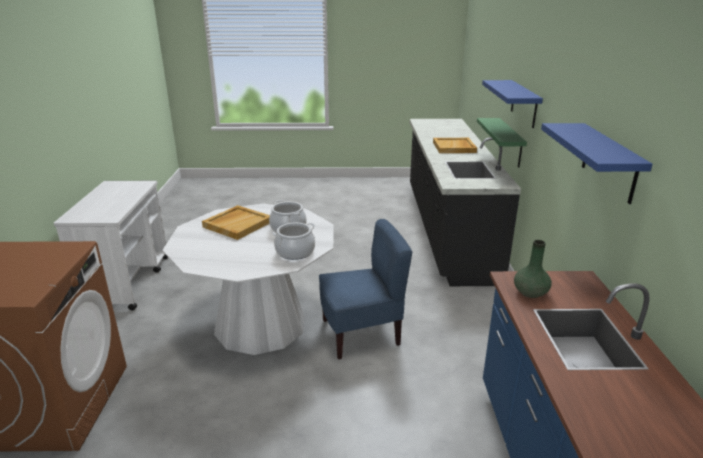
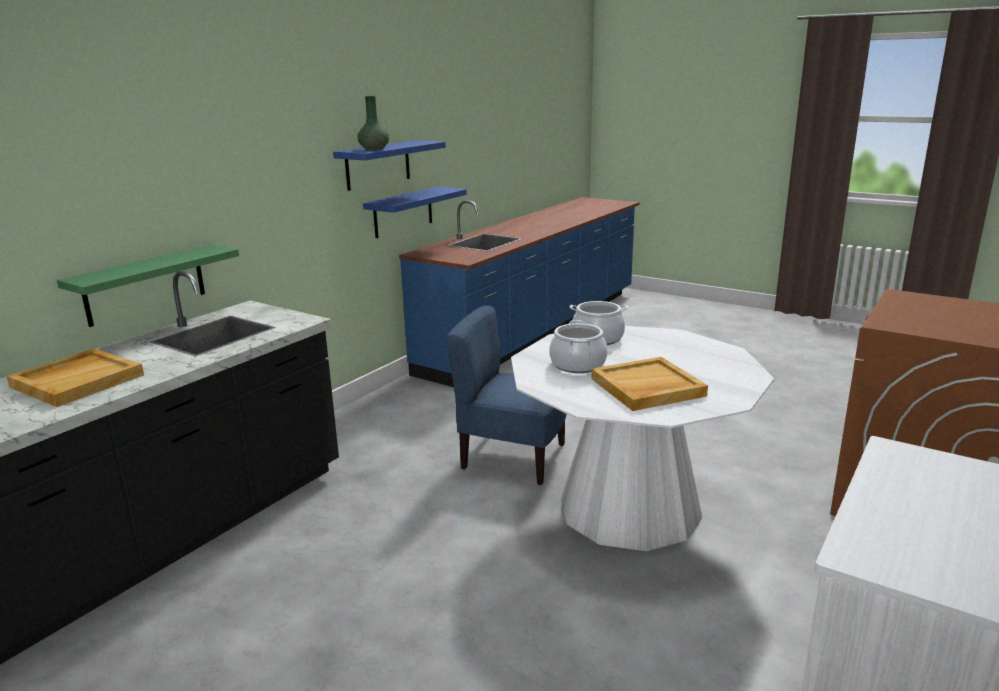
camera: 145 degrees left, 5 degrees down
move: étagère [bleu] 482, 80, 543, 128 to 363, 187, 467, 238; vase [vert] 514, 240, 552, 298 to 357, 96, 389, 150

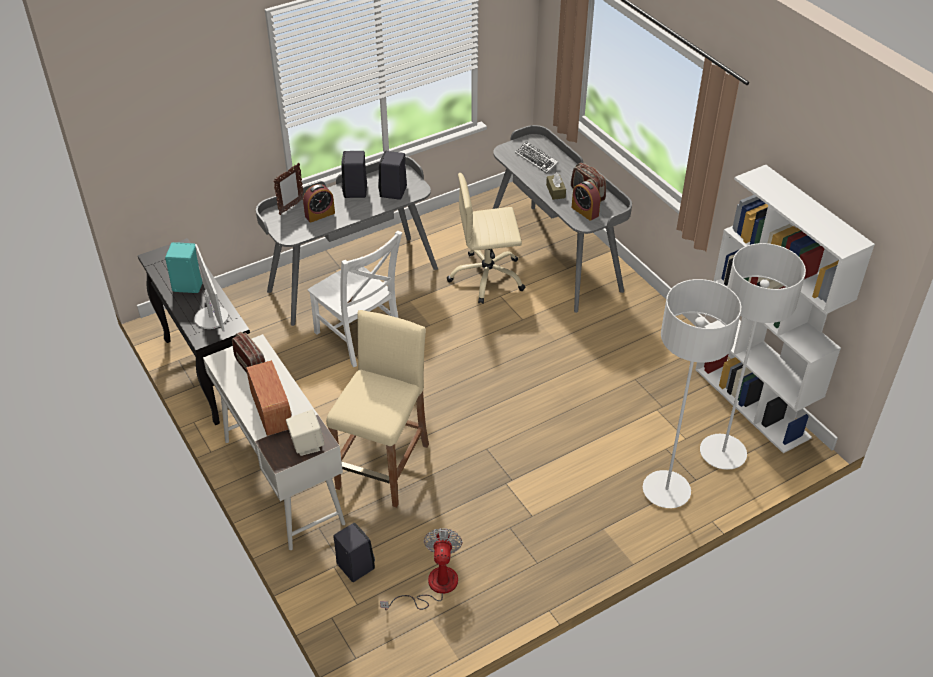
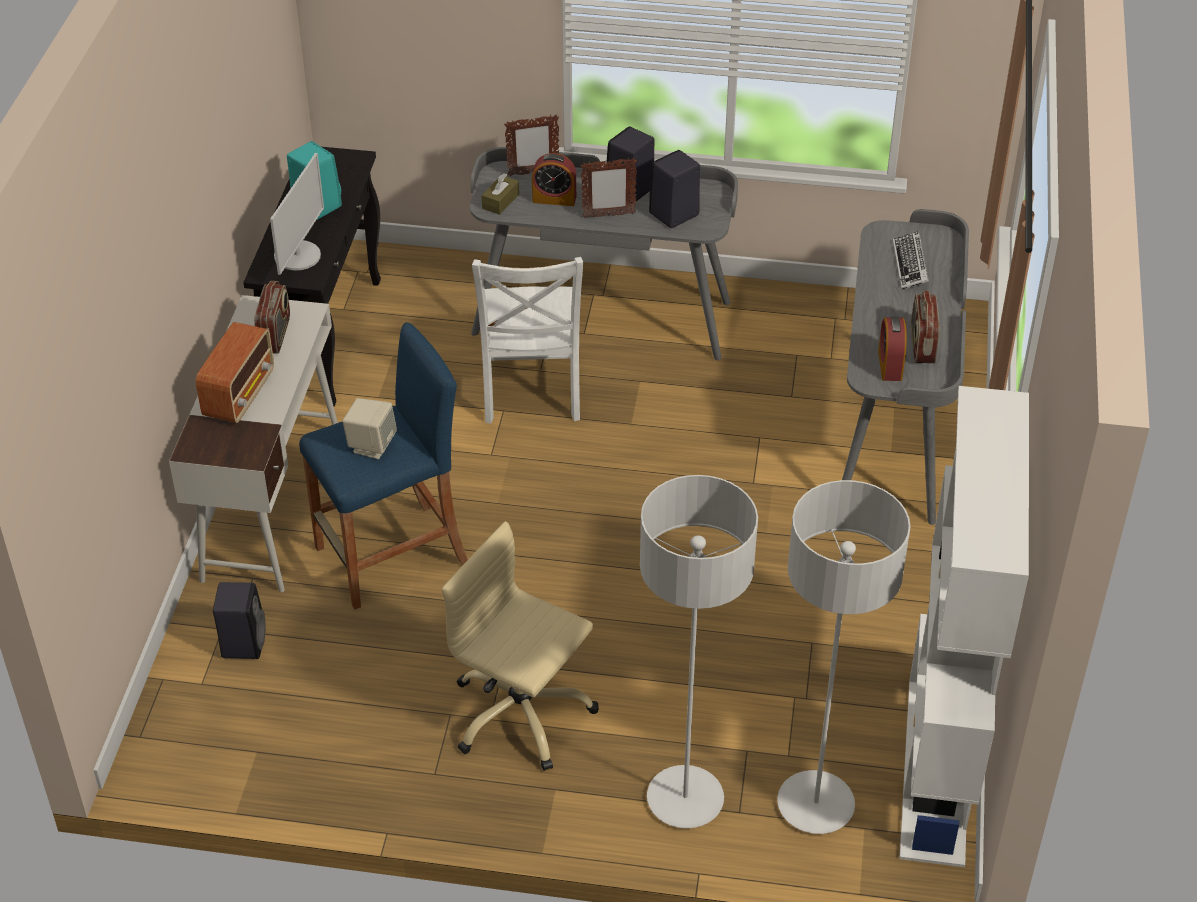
camera: 40 degrees right, 0 degrees up
delete: ventilateur 380, 528, 463, 610
insert: cadre photo 581, 158, 637, 218
move: enceinte [beige] 286, 410, 324, 456 to 342, 398, 397, 459; chaise de bureau [beige] 447, 173, 525, 304 to 442, 521, 599, 771; boîte à mouchoirs [marron] 546, 173, 566, 200 to 481, 173, 519, 215
recolor: tabouret [beige] 326, 310, 429, 508 to tabouret [bleu] 299, 322, 468, 610

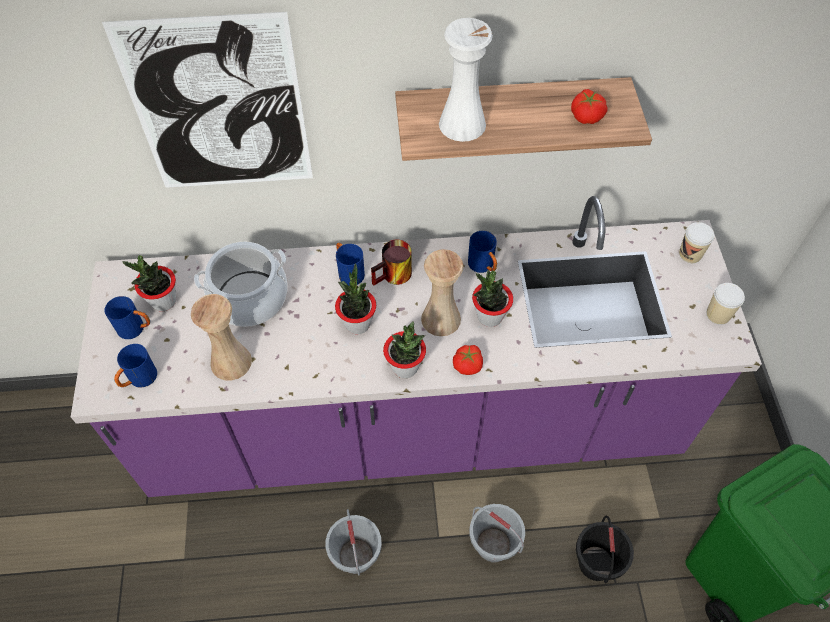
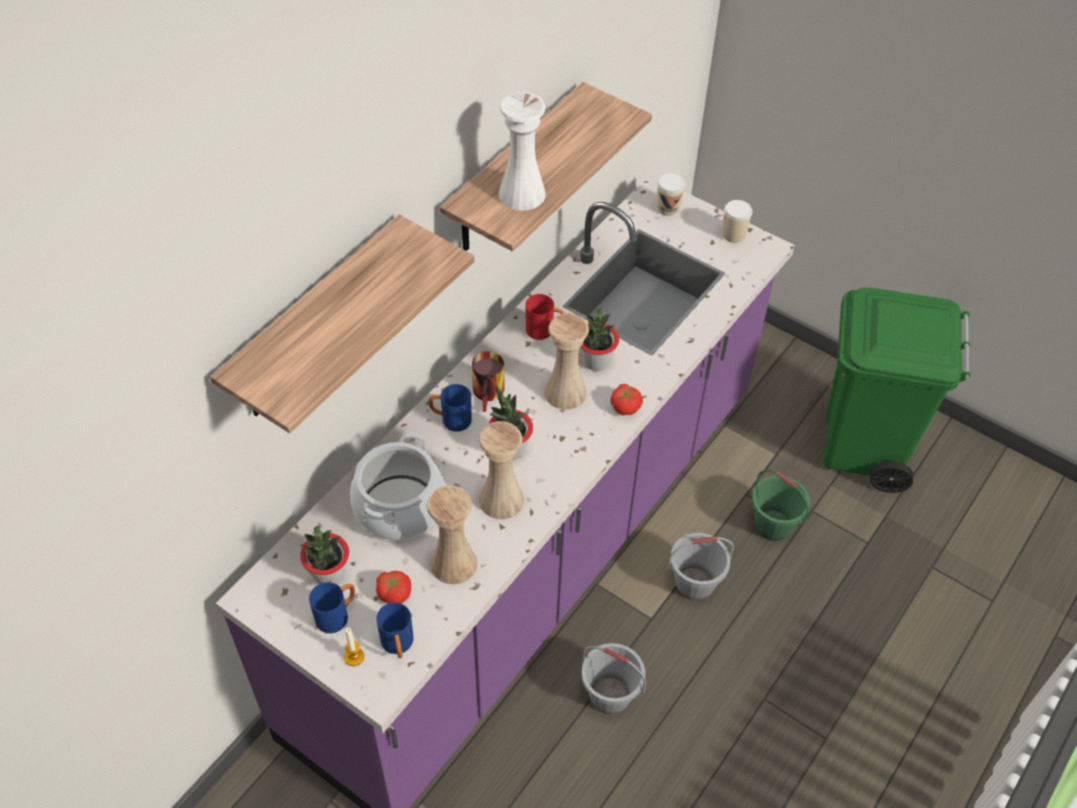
camera: 50 degrees left, 5 degrees down
delete: plante en pot 383, 321, 426, 378
insert: bougie 344, 627, 364, 666; vase [beige] 479, 421, 524, 519
move: tomate 571, 89, 608, 124 to 376, 571, 411, 604
replace: tableau 102, 12, 313, 188 to étagère 210, 215, 474, 433
recolor: mug [bleu] 468, 231, 497, 273 to mug [rouge] 525, 294, 565, 340; seau [noir] 576, 515, 634, 584 to seau [vert] 752, 469, 810, 541

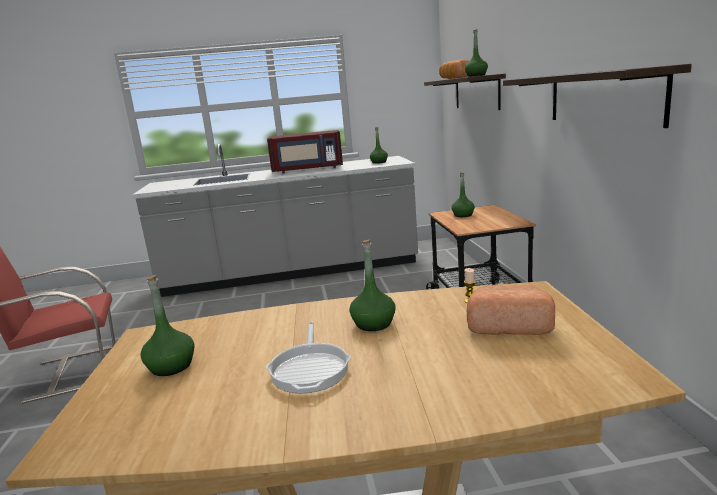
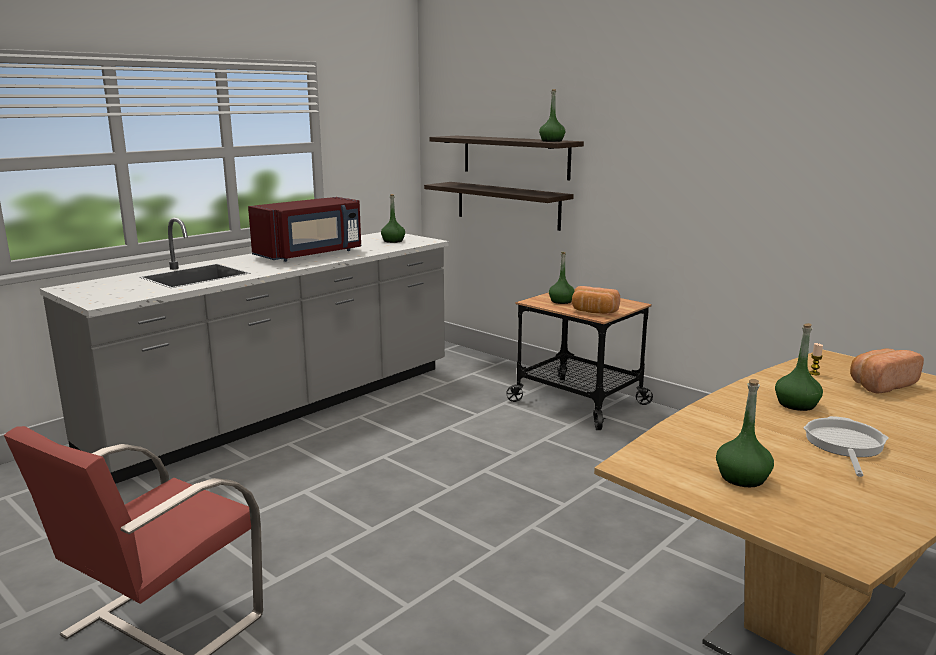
camera: 40 degrees left, 0 degrees up
move: pain 439, 59, 469, 79 to 572, 286, 620, 314; étagère 503, 64, 692, 128 to 424, 182, 574, 231
rotate: poêle 266, 321, 351, 393 = 803, 416, 889, 477 120 degrees counterclockwise

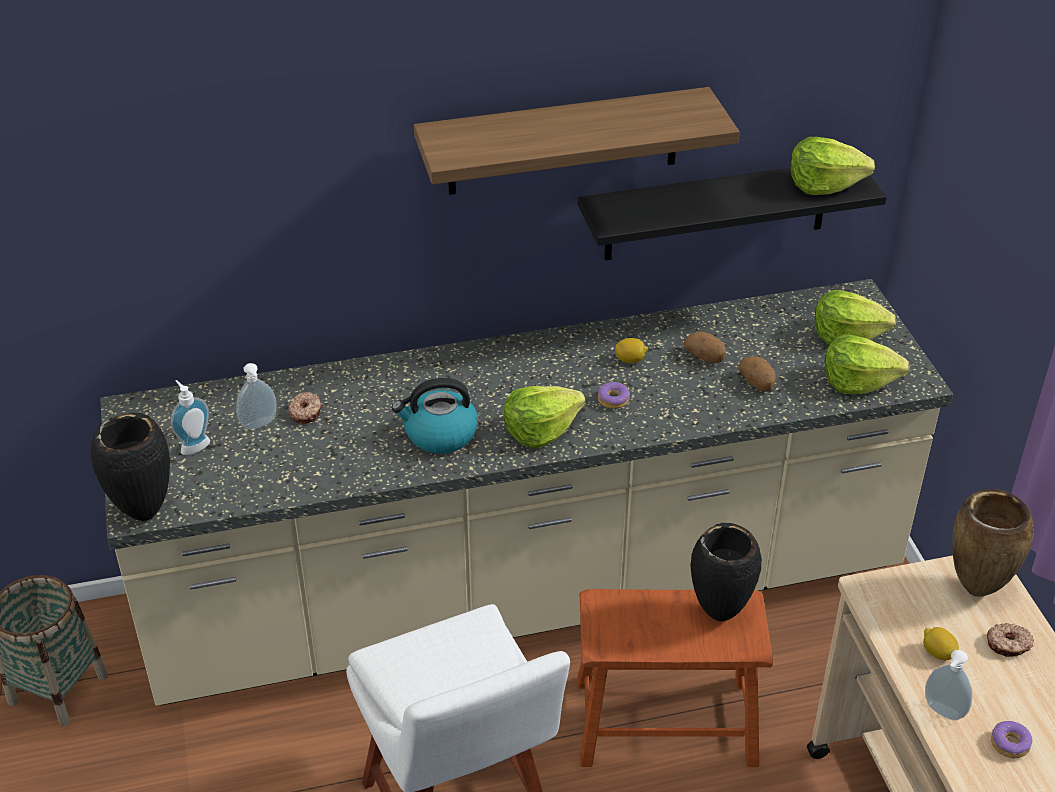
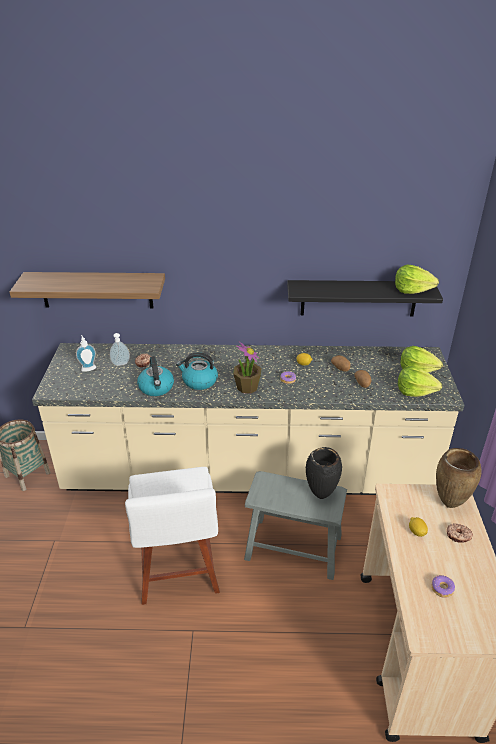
camera: 15 degrees right, 5 degrees down
delete: vase [noir] 91, 413, 170, 521; distributeur de savon 925, 650, 972, 720
insert: bouilloire 137, 356, 174, 396
move: étagère 414, 87, 739, 195 to 9, 272, 165, 308
replace: laitue 503, 386, 585, 449 to plante en pot 233, 341, 262, 394
recolor: tabouret [marron] 578, 589, 773, 767 to tabouret [gris] 244, 471, 347, 580

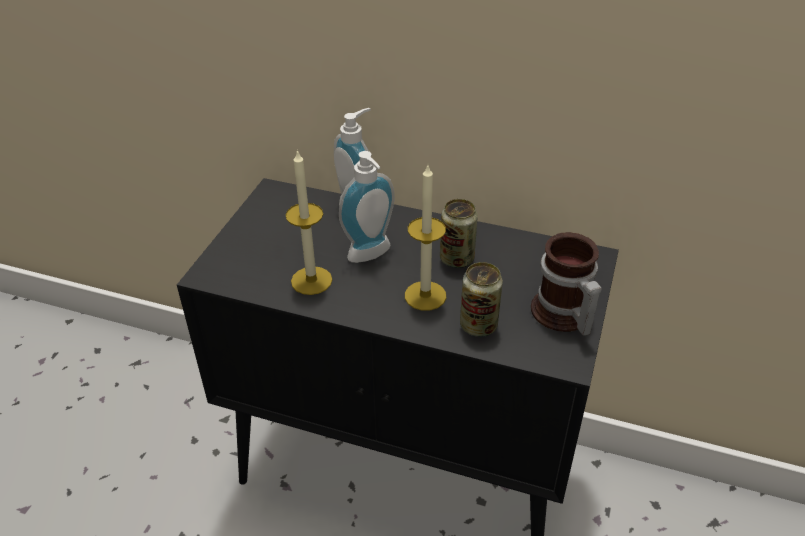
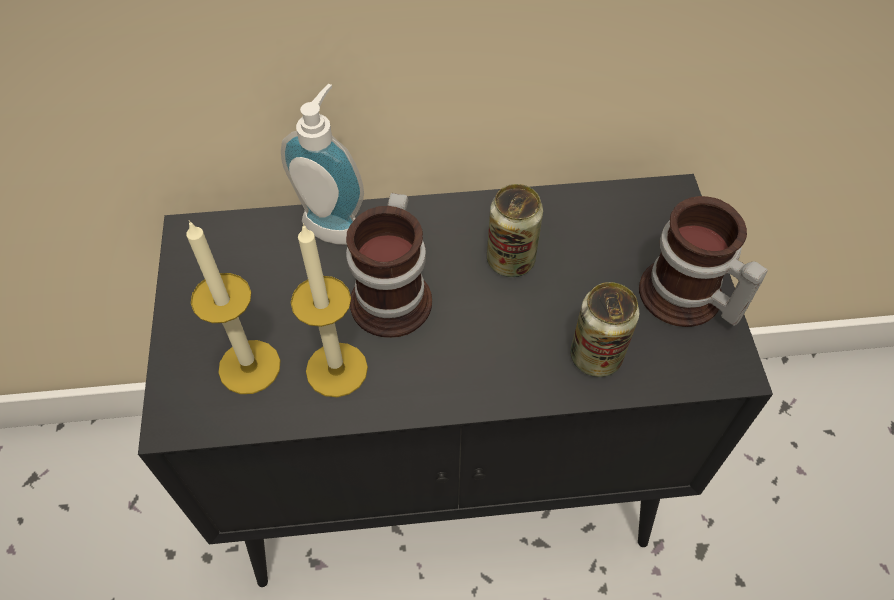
camera: 25 degrees left, 15 degrees up
move: bougie 405, 165, 446, 311 to 186, 220, 281, 394
replace: distributeur de savon 339, 151, 395, 263 to mug 346, 193, 432, 338

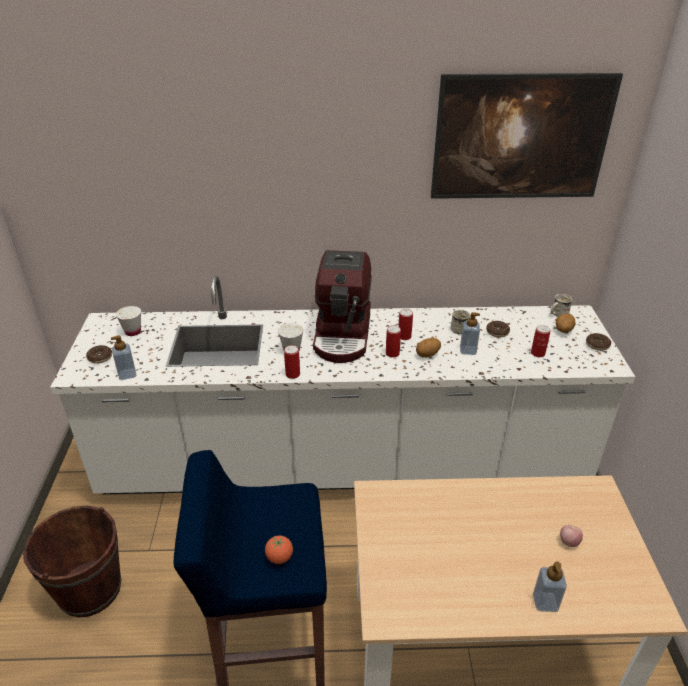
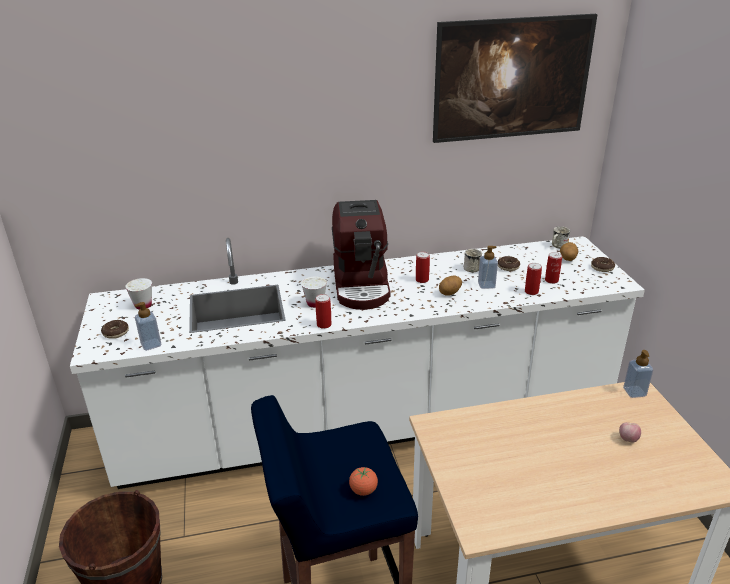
camera: 10 degrees left, 5 degrees down
move: boîte métallique 386, 325, 401, 358 to 525, 263, 542, 295; distributeur de savon 533, 561, 567, 612 to 623, 350, 653, 398

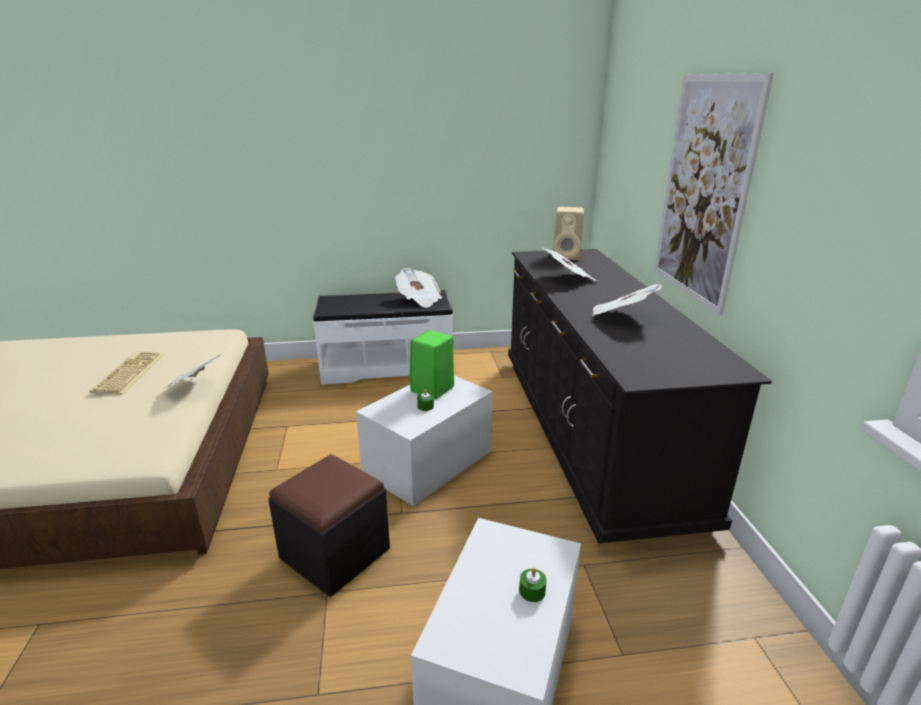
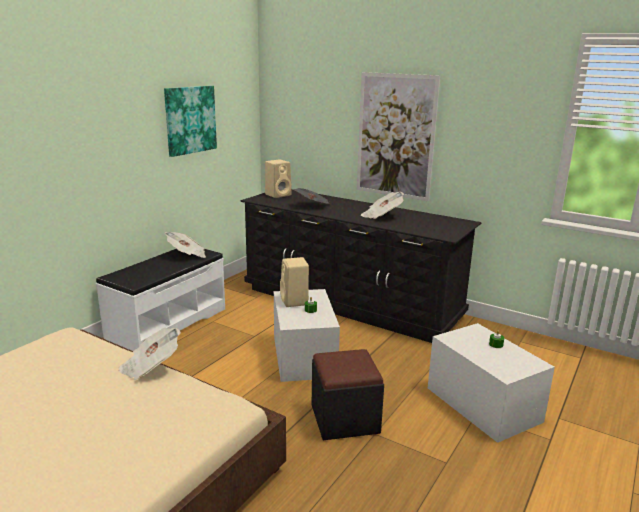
camera: 50 degrees left, 5 degrees down
delete: clavier 89, 352, 164, 395
insert: tableau 164, 86, 217, 157
recolor: enceinte [vert] 409, 330, 454, 399 to enceinte [beige] 280, 257, 309, 307

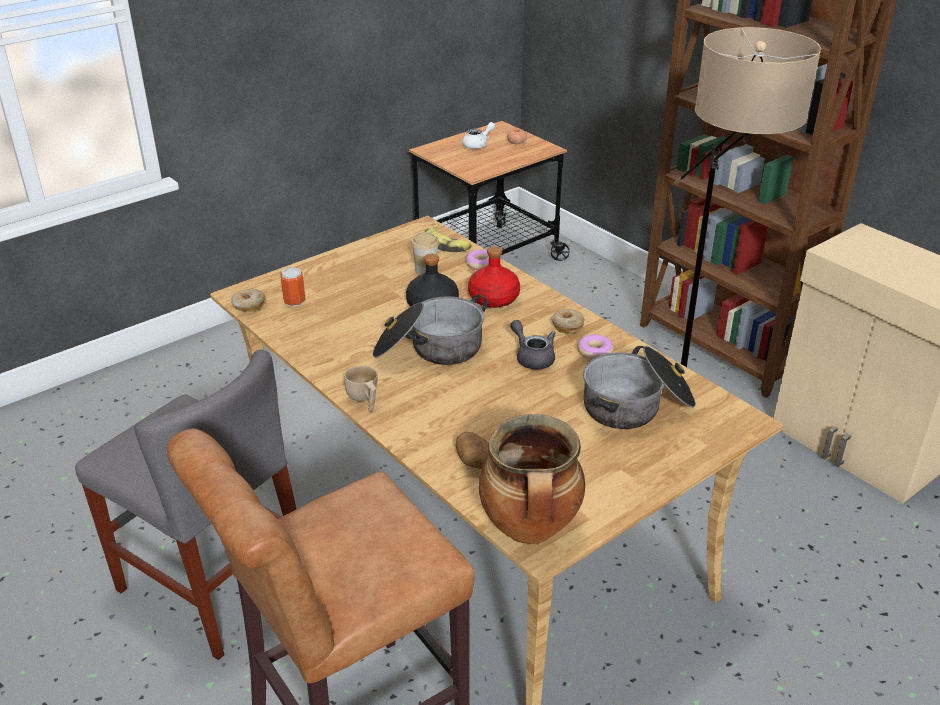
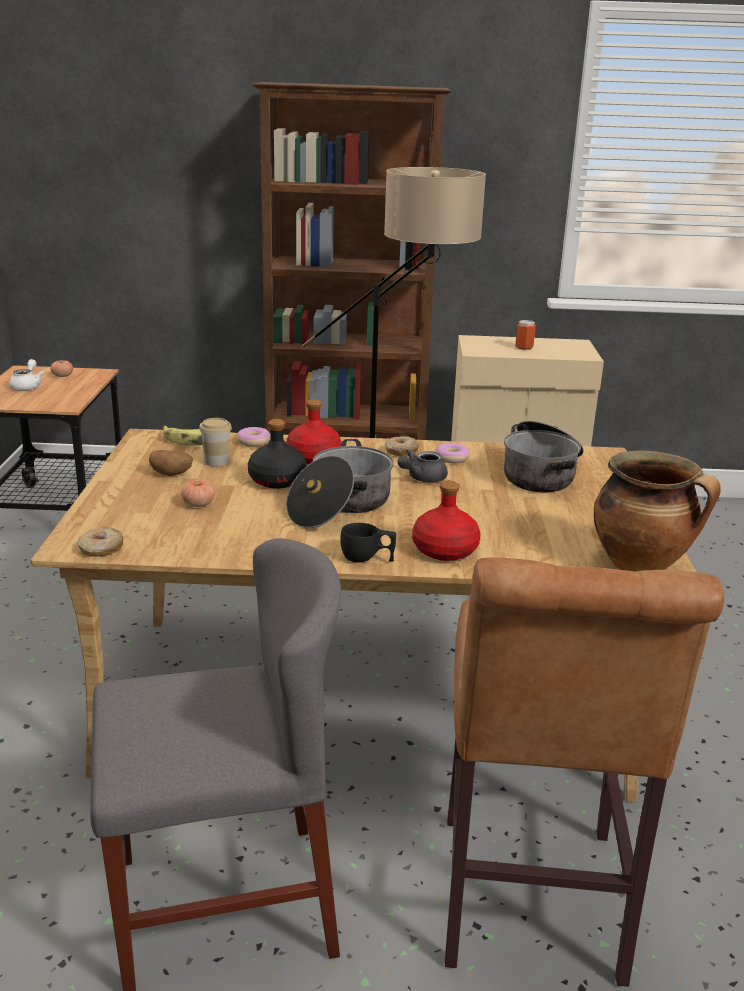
camera: 50 degrees left, 10 degrees down
insert: tomate 181, 480, 215, 507; bouteille [rouge] 412, 481, 481, 561
move: boîte métallique 281, 267, 306, 306 to 515, 320, 536, 350; pomme de terre 456, 432, 489, 469 to 149, 450, 193, 476
recolor: tasse [beige] 344, 365, 378, 412 to tasse [noir] 340, 523, 396, 563
rotate: théière [gris] 510, 320, 555, 369 = 397, 448, 448, 482 45 degrees counterclockwise

